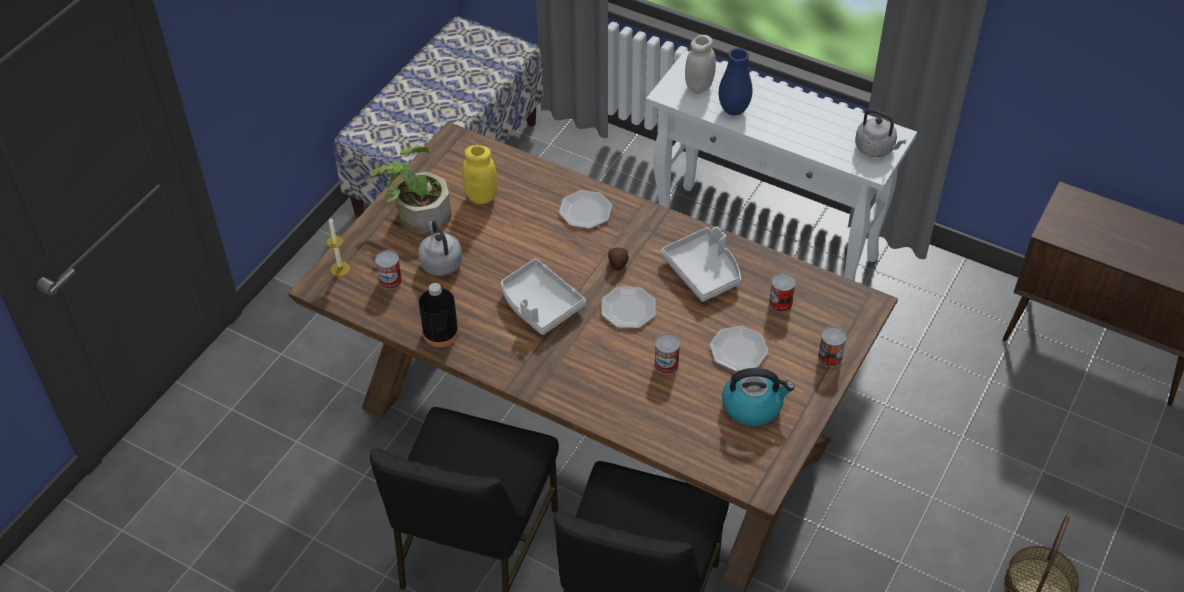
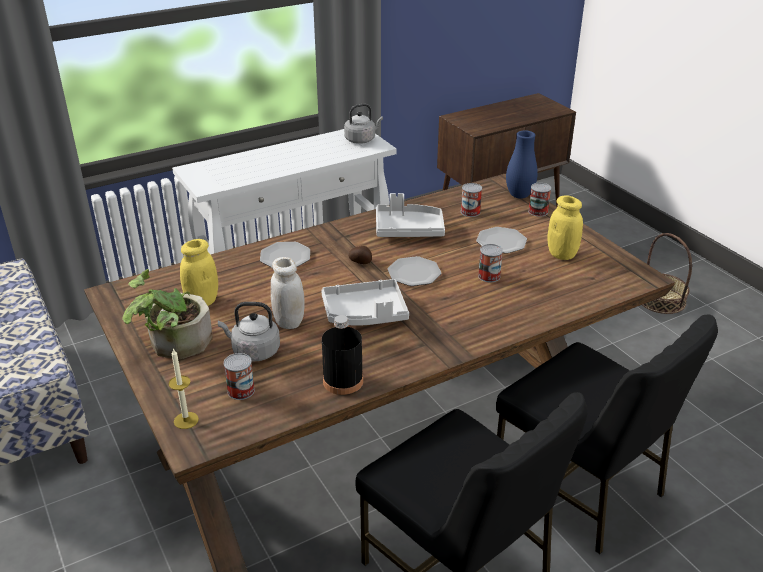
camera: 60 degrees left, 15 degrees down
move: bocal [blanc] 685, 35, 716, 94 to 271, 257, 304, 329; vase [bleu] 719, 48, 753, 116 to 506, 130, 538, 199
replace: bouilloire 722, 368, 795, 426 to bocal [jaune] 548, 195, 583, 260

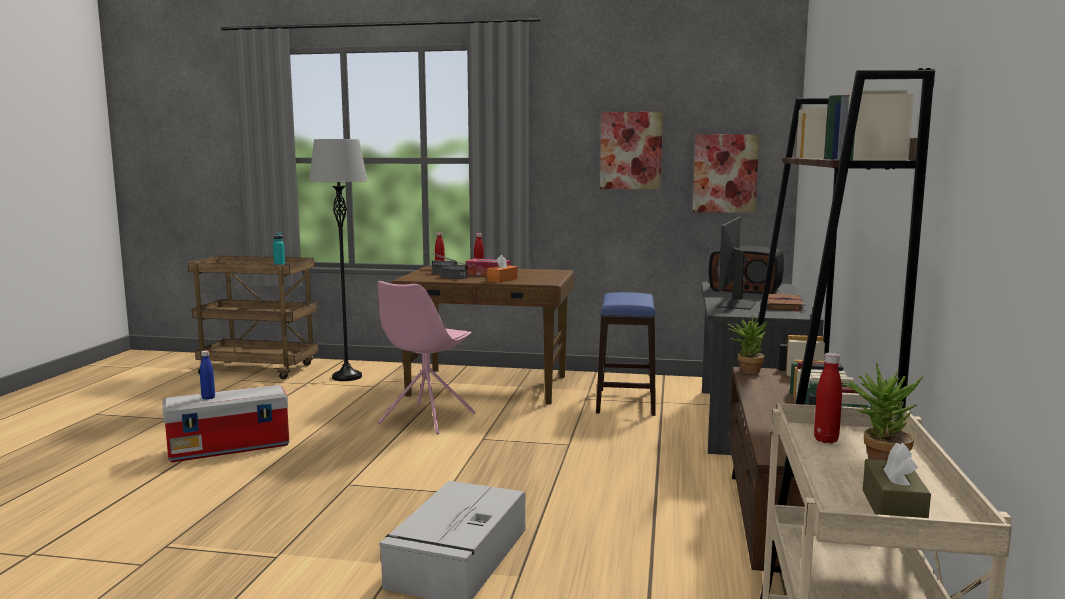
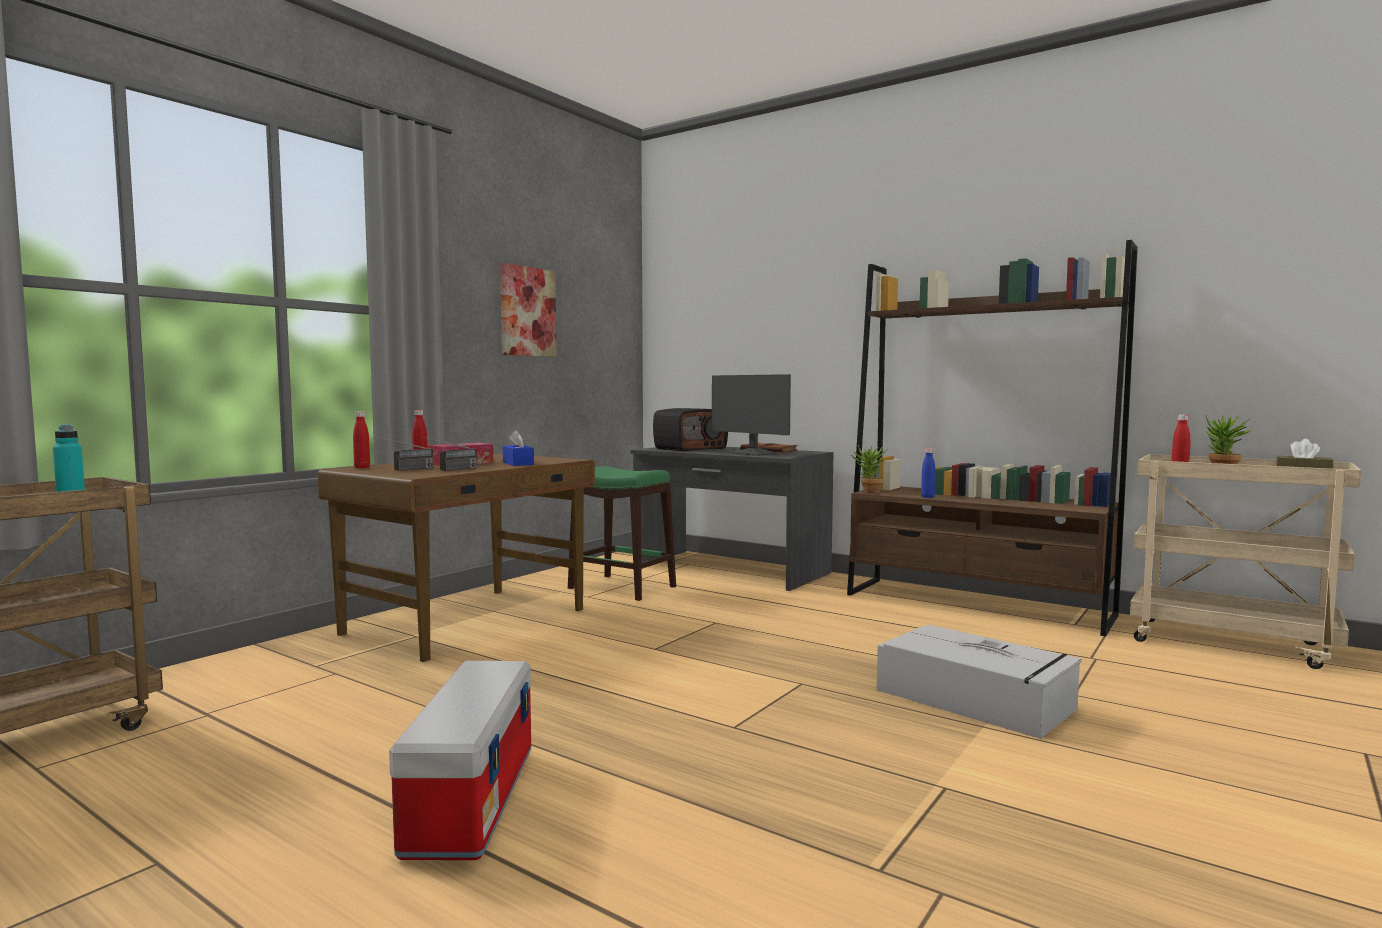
camera: 65 degrees left, 5 degrees down
delete: lampadaire [gris] 309, 139, 368, 381; chaise [rose] 377, 281, 476, 435; tableau 693, 134, 759, 213
move: bouteille [bleu] 200, 350, 215, 400 to 921, 448, 935, 498
recolor: boîte à mouchoirs [orange] 487, 255, 518, 283 to boîte à mouchoirs [bleu] 503, 430, 534, 466; tabouret [bleu] 596, 292, 656, 416 to tabouret [vert] 568, 467, 676, 601

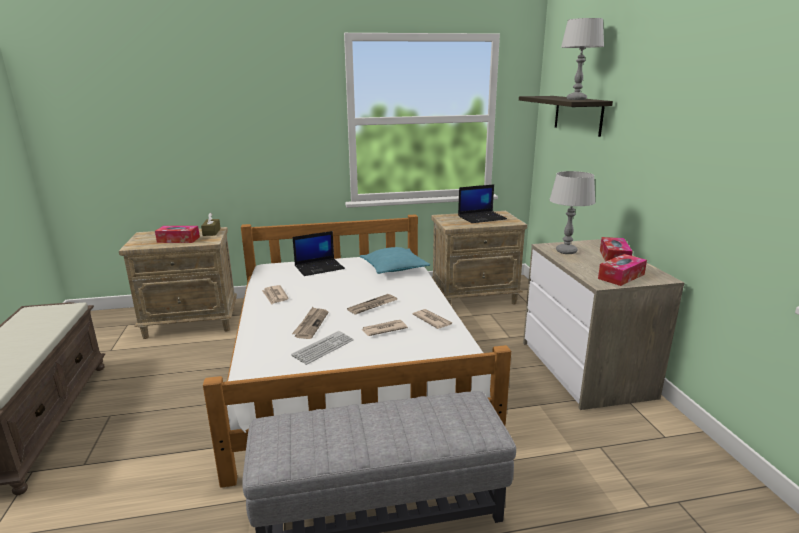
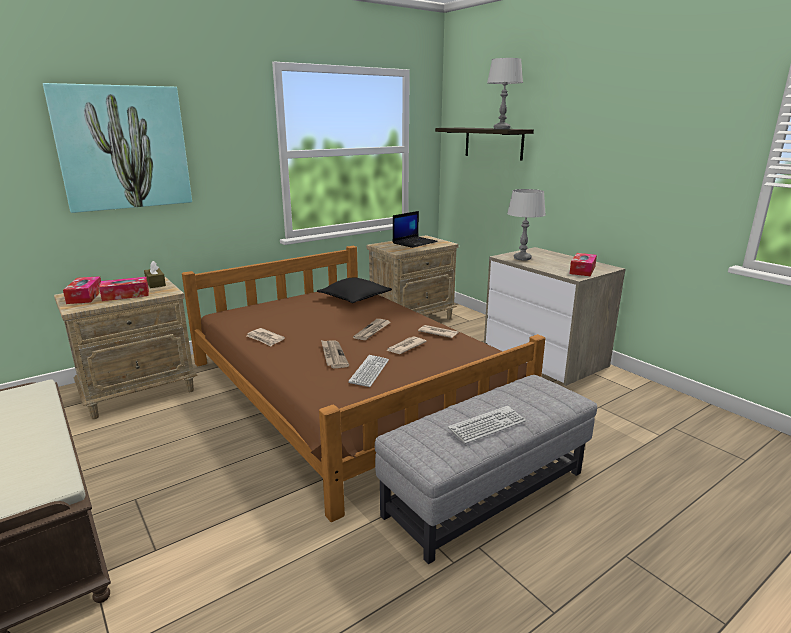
camera: 25 degrees left, 0 degrees up
delete: ordinateur portable 293, 231, 345, 276
insert: tableau 43, 83, 192, 213; clavier 448, 406, 526, 444
move: boîte à mouchoirs 600, 237, 633, 262 to 63, 276, 101, 304
recolor: lit [blanc] 203, 214, 511, 488 to lit [marron] 182, 246, 545, 522; coussin [turquoise] 360, 247, 430, 274 to coussin [noir] 317, 277, 392, 303

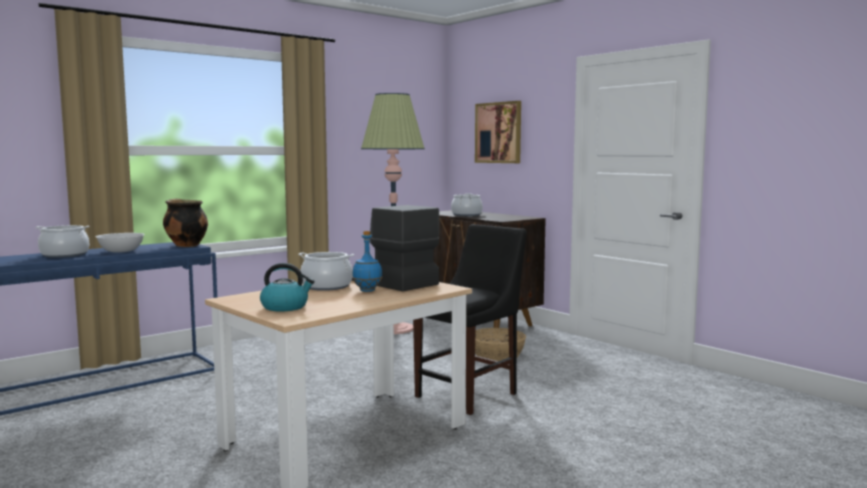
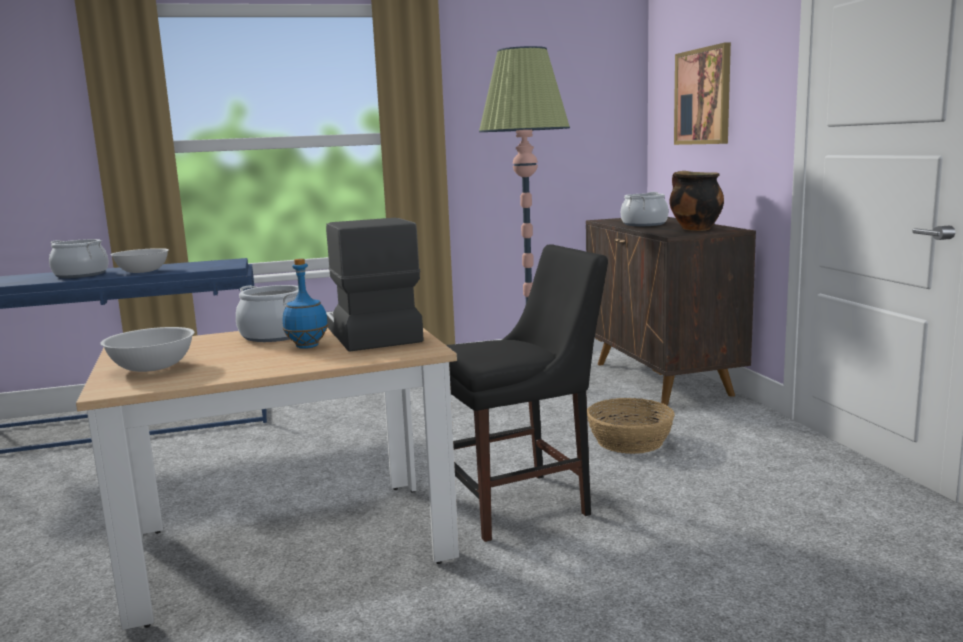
camera: 25 degrees right, 5 degrees up
move: marmite 163, 199, 208, 247 to 669, 171, 724, 231
replace: bouilloire 260, 263, 315, 312 to bol [blanc] 100, 327, 194, 372

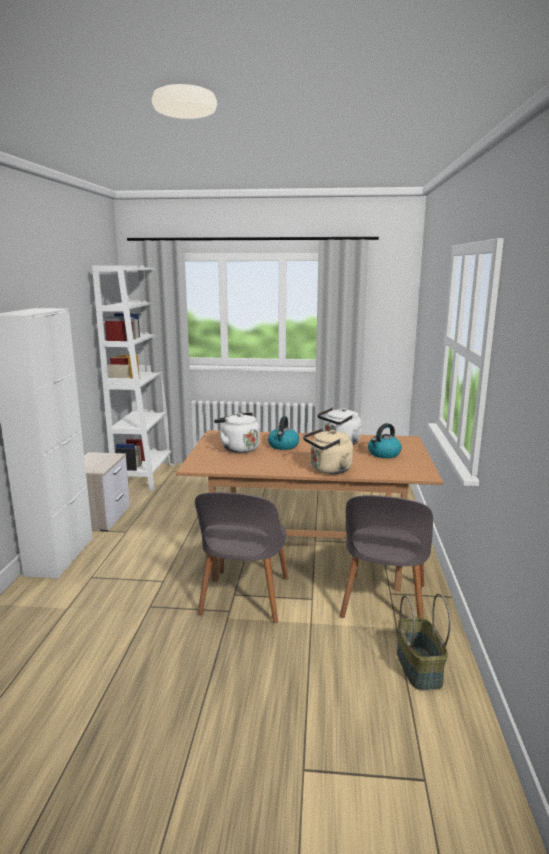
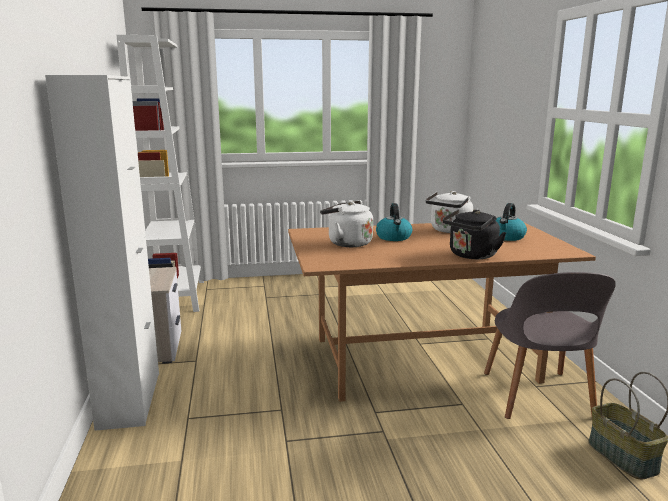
camera: 15 degrees left, 0 degrees up
delete: chaise [gris] 195, 492, 288, 623
recolor: bouilloire [beige] 303, 428, 353, 474 to bouilloire [noir] 442, 209, 506, 259

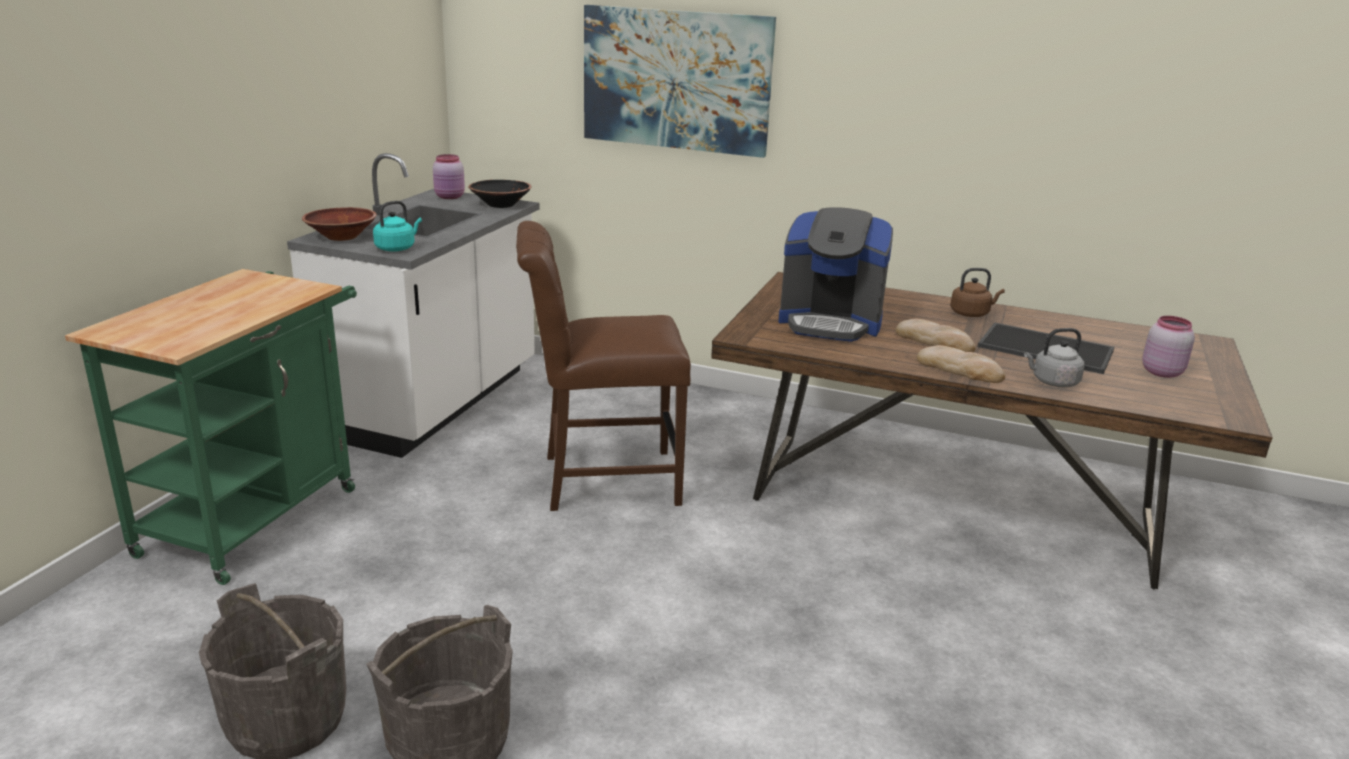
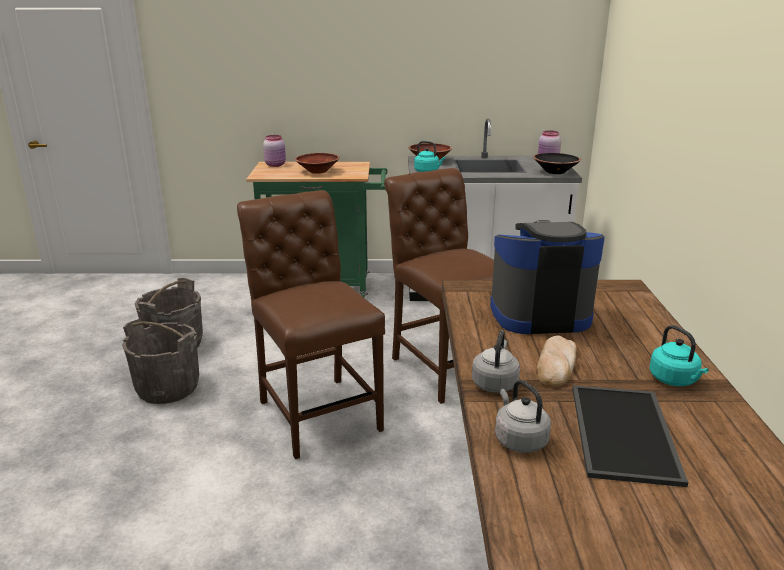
camera: 70 degrees right, 0 degrees up
delete: tableau 584, 5, 776, 158
insert: chaise [marron] 237, 190, 385, 459; bol [marron] 295, 153, 340, 174
move: bocal [rose] 1142, 316, 1195, 378 to 263, 135, 286, 167
replace: pain 917, 345, 1005, 383 to bouilloire [gris] 472, 330, 520, 393
recolor: bouilloire [marron] 950, 268, 1005, 317 to bouilloire [turquoise] 650, 325, 709, 386
rotate: machine à café 778, 207, 893, 342 = 490, 220, 605, 334 90 degrees clockwise

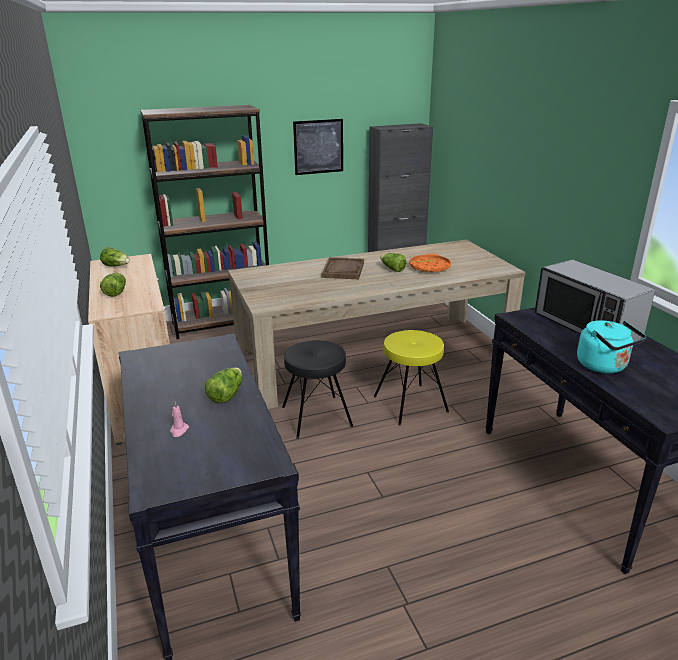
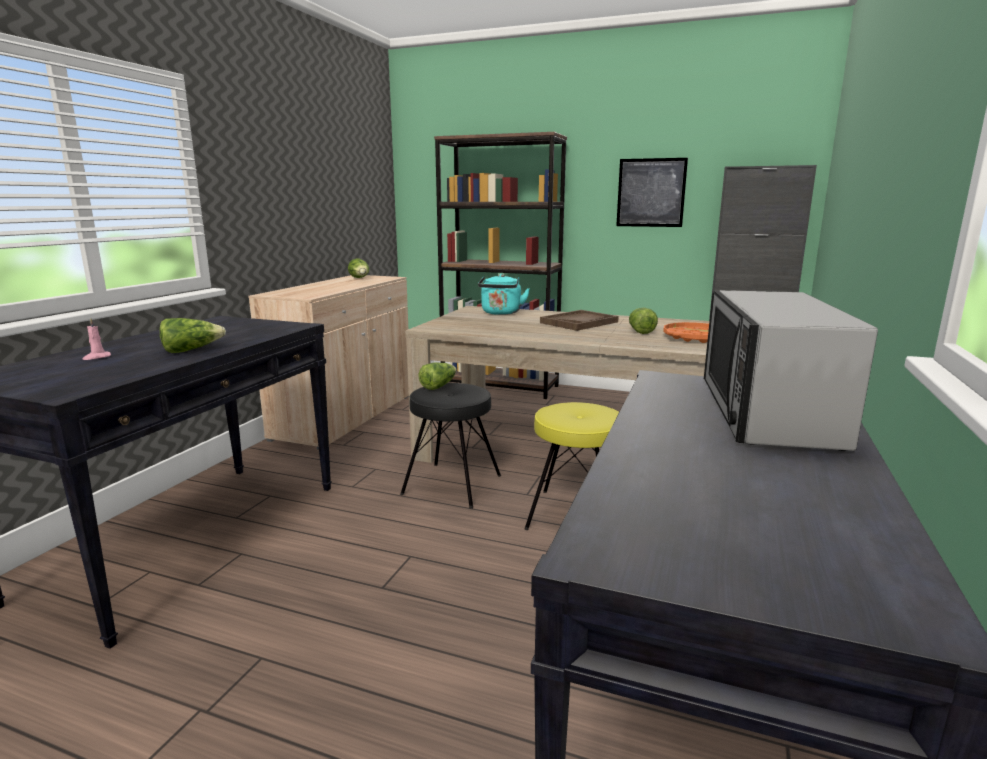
camera: 40 degrees right, 10 degrees down
move: laitue 100, 273, 126, 297 to 418, 363, 457, 390; bouilloire [turquoise] 577, 320, 646, 373 to 478, 274, 530, 315

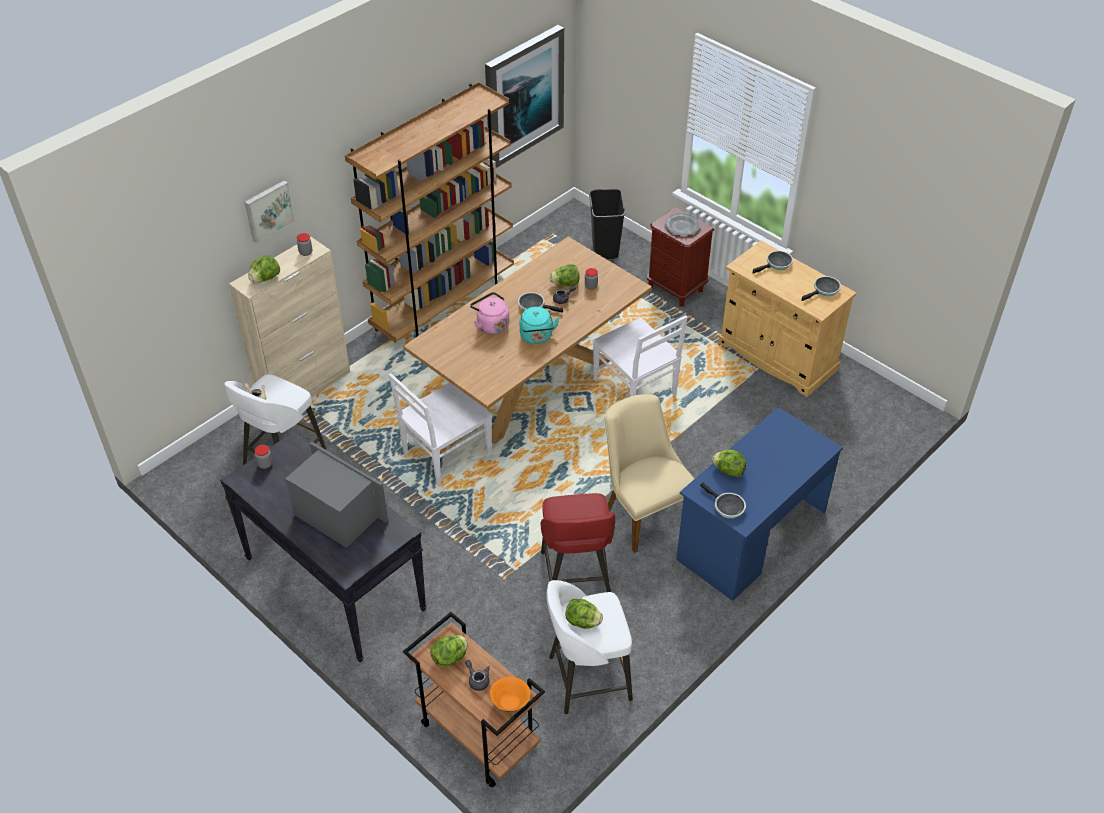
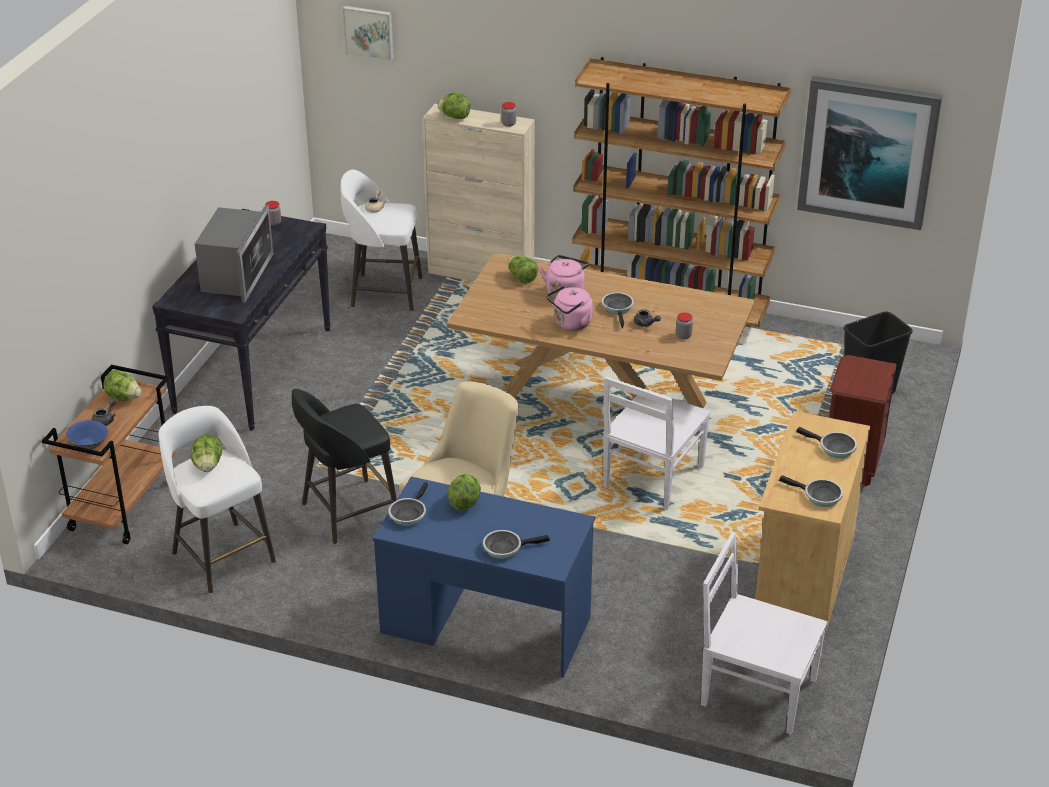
camera: 65 degrees right, 10 degrees down
delete: assiette [gris] 665, 213, 700, 235
insert: poêle 483, 530, 550, 559
move: tableau 245, 180, 295, 243 to 343, 6, 394, 61; chaise [blanc] 389, 373, 493, 486 to 701, 532, 828, 735; laitue 549, 264, 579, 286 to 508, 255, 538, 284
recolor: bol [orange] 490, 677, 530, 712 to bol [bleu] 66, 420, 108, 450; bouilloire [turquoise] 520, 307, 560, 344 to bouilloire [rose] 546, 286, 593, 330; tabouret [rouge] 540, 493, 615, 592 to tabouret [noir] 292, 389, 397, 544

